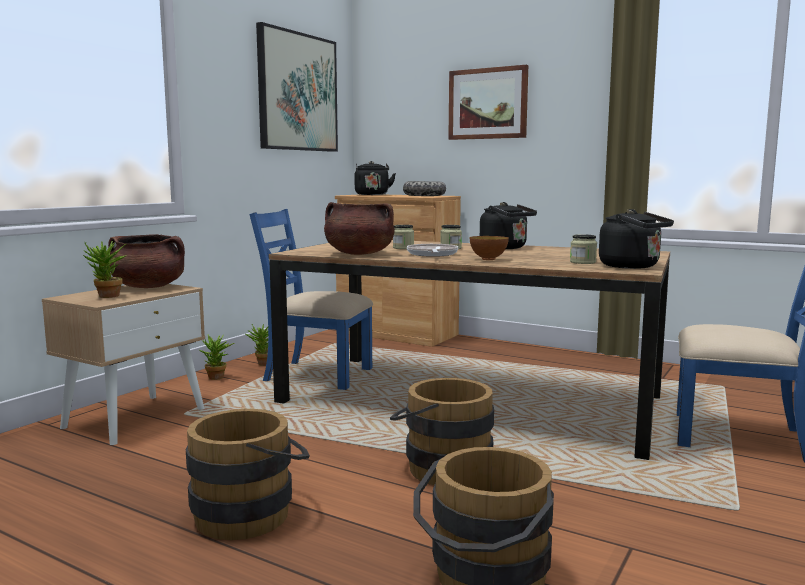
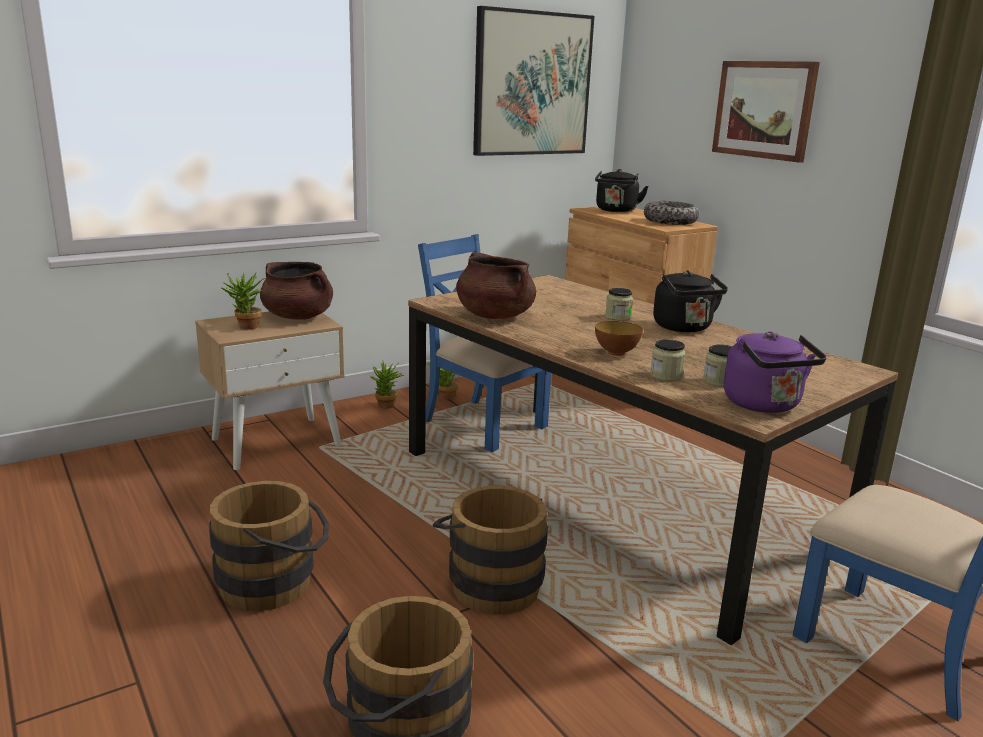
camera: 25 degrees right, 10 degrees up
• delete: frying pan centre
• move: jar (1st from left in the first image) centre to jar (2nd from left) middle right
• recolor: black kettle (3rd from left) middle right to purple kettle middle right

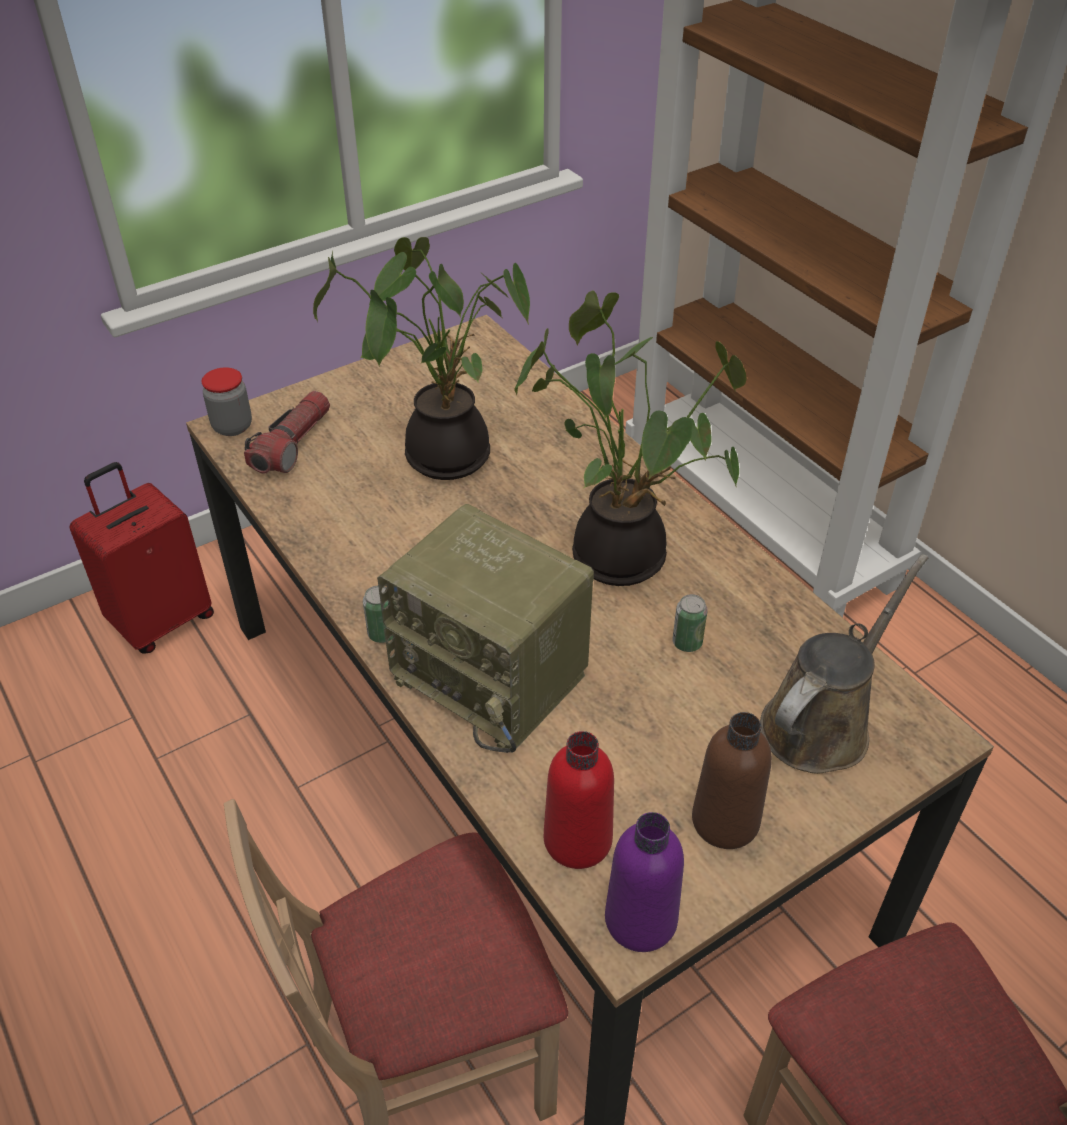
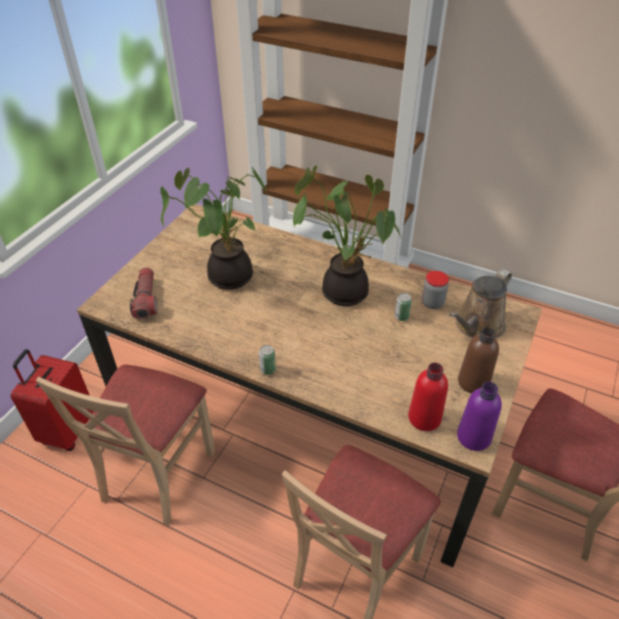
camera: 30 degrees left, 0 degrees up
• delete: radio centre
• insert: beige chair (1st from left) bottom left
• move: jar middle left to middle right
• rotate: brown watering can middle right = middle right 150 degrees counterclockwise

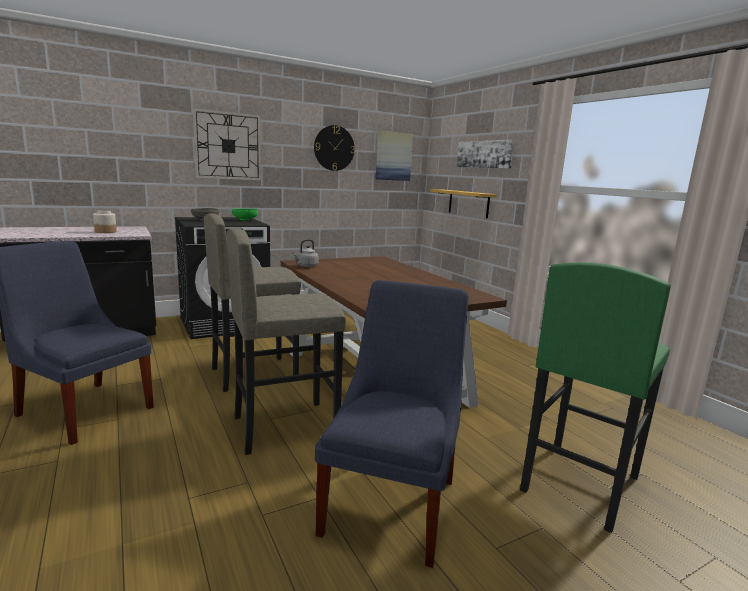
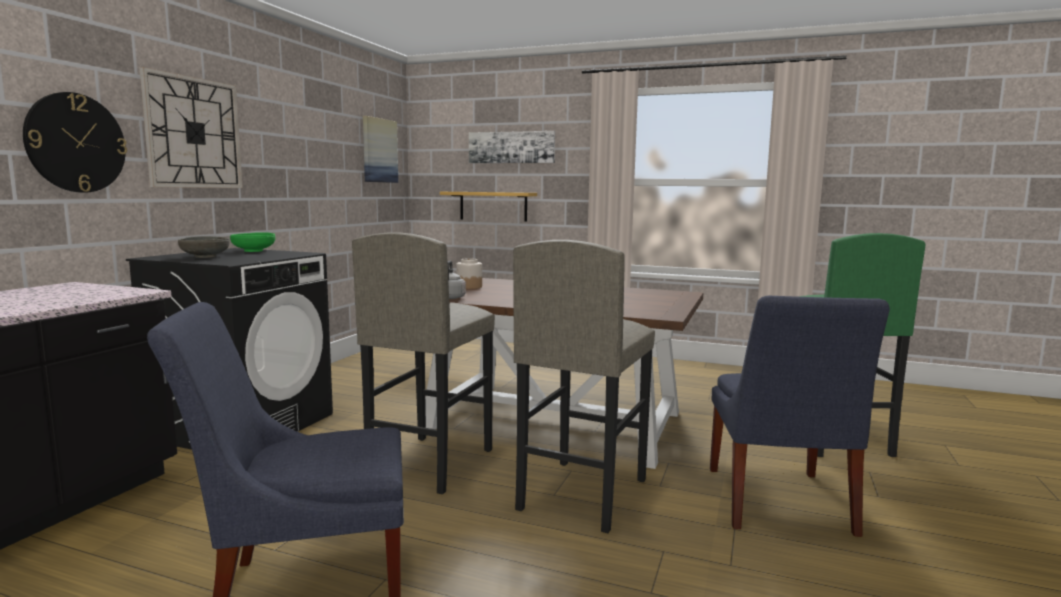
camera: 40 degrees left, 5 degrees down
• move: jar middle left to centre
• move: wall clock (2nd from left in the first image) top centre to wall clock (1st from left) top left
• rotate: blue chair (2nd from left) bottom centre = bottom right 150 degrees counterclockwise

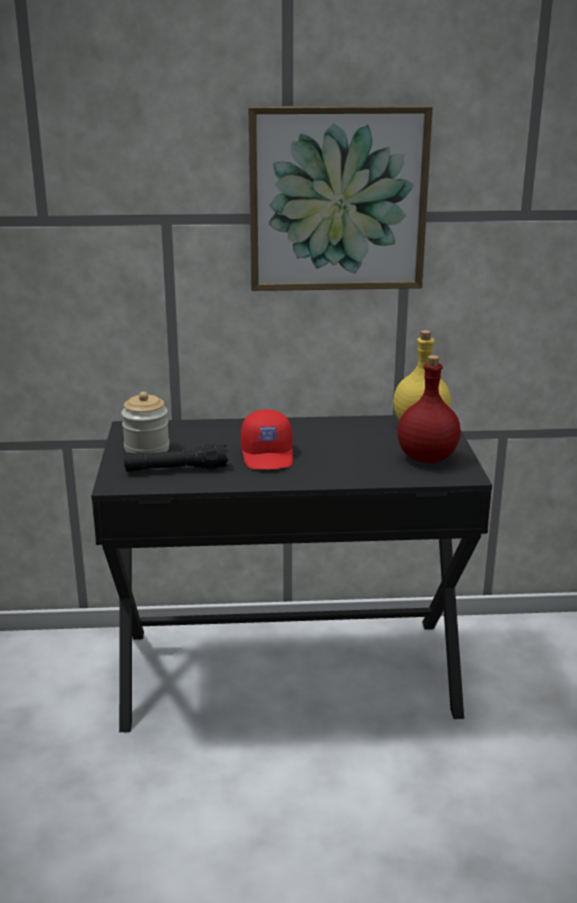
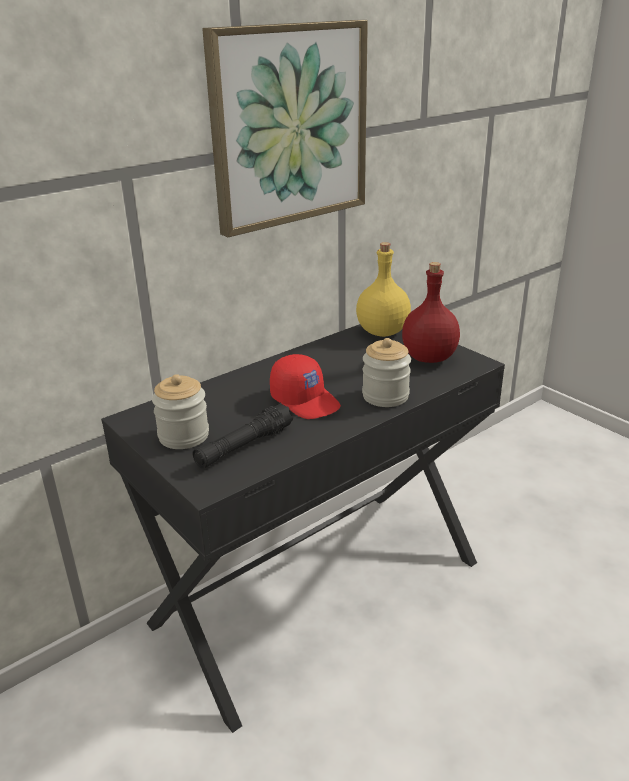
camera: 35 degrees left, 5 degrees up
• insert: jar (2nd from left) centre

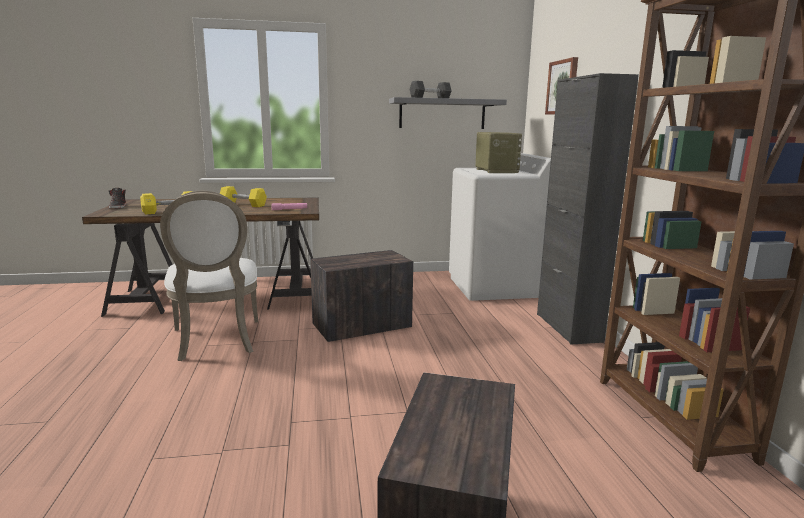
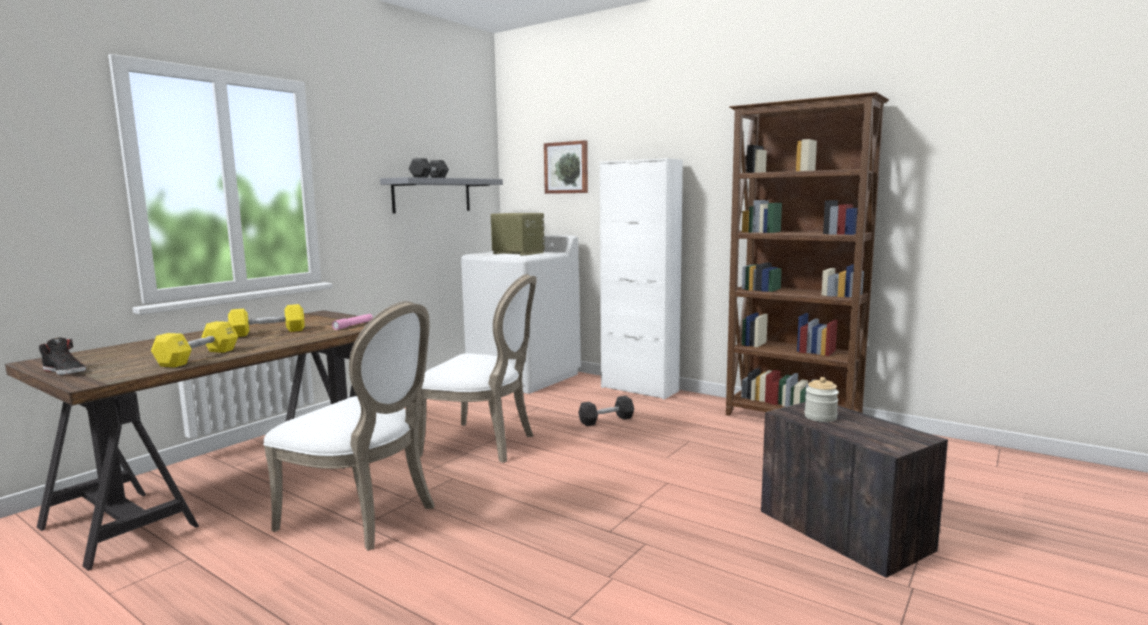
camera: 45 degrees left, 5 degrees down
• insert: black dumbbell (2nd from left) centre
• insert: jar middle right
• replace: crate (1st from left) centre to white chair (2nd from left) centre
• recolor: black cabinet middle right to white cabinet centre

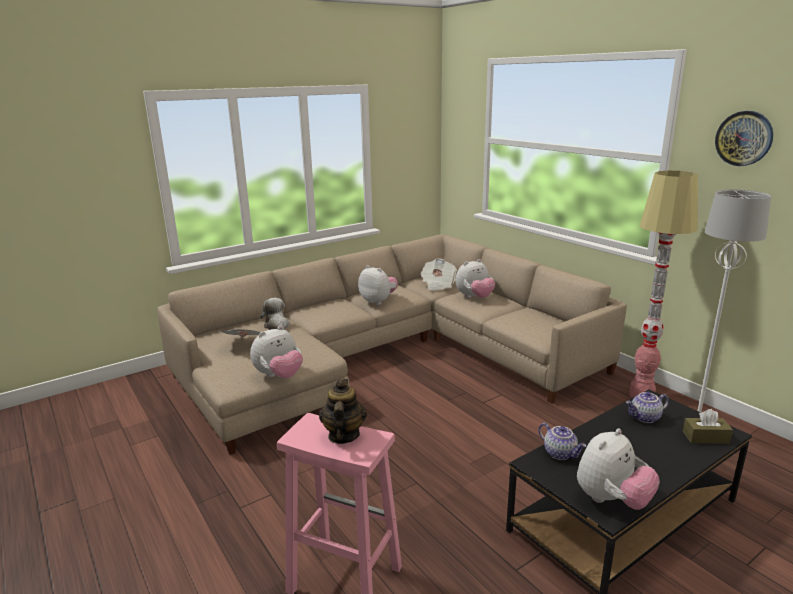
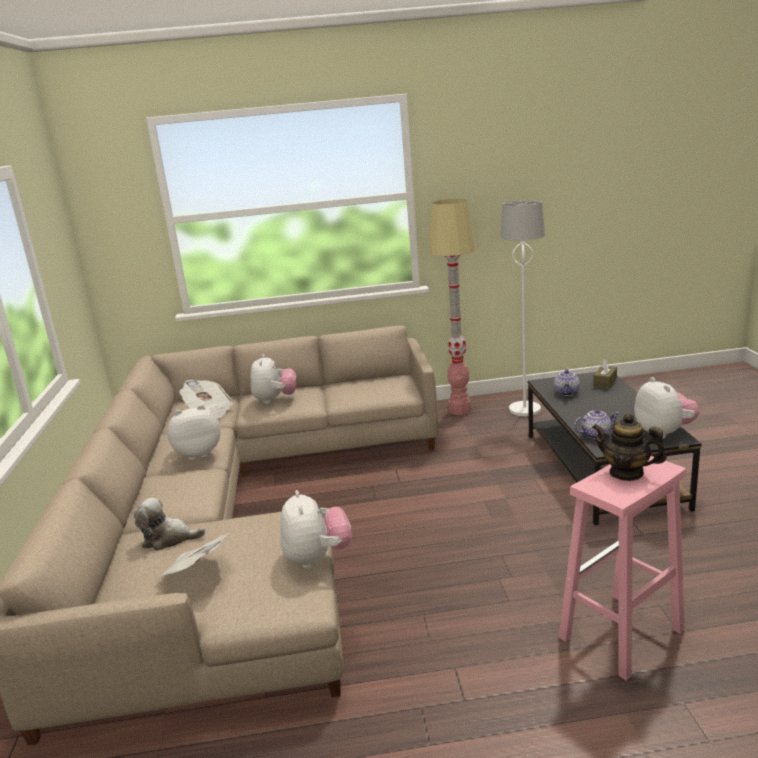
camera: 60 degrees left, 0 degrees up
• delete: wall clock top right

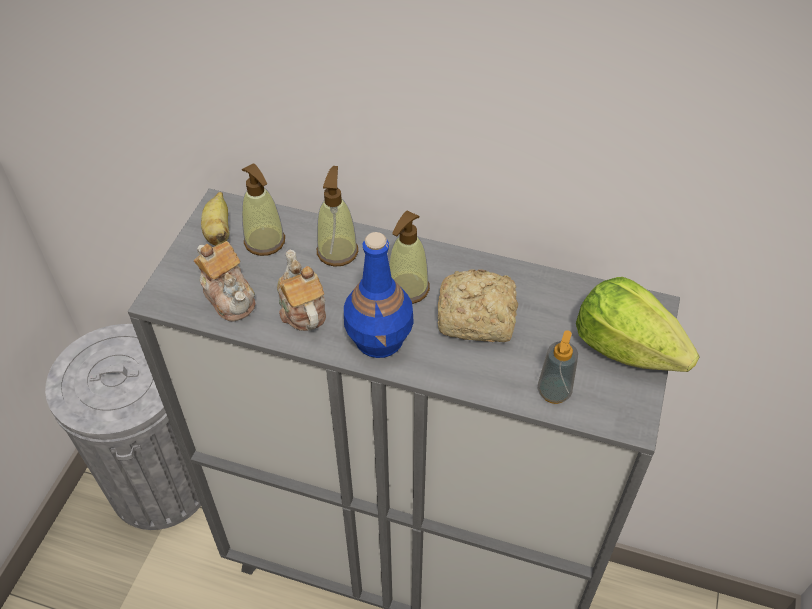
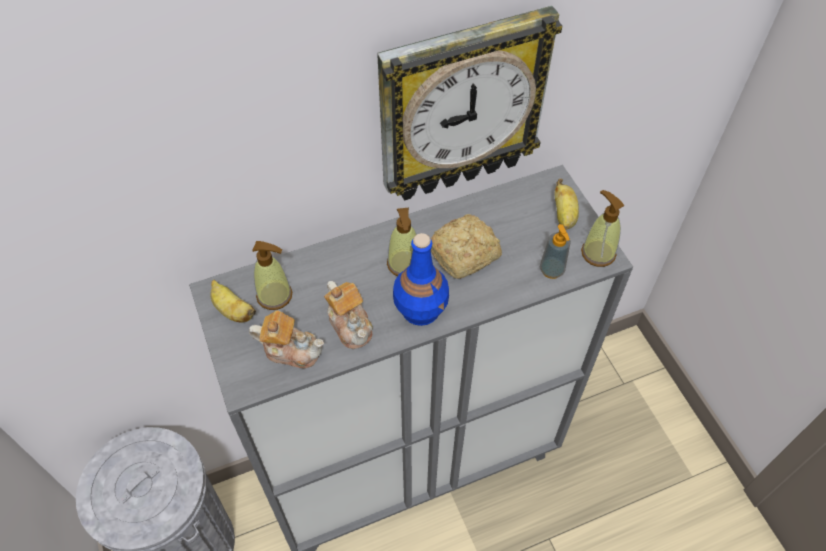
camera: 40 degrees left, 5 degrees up
• insert: wall clock top centre
• move: soap dispenser (2nd from left in the first image) centre to soap dispenser (4th from left) middle right
• replace: lettuce middle right to banana (2nd from left) middle right
• rotate: teapot (2nd from left) centre = centre 150 degrees counterclockwise

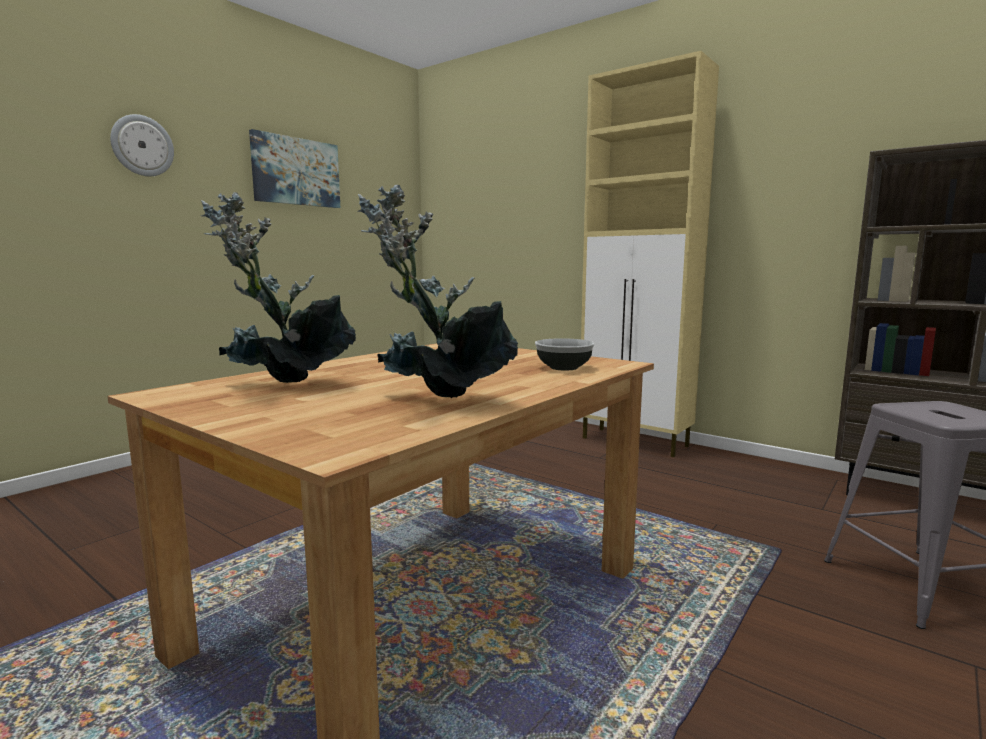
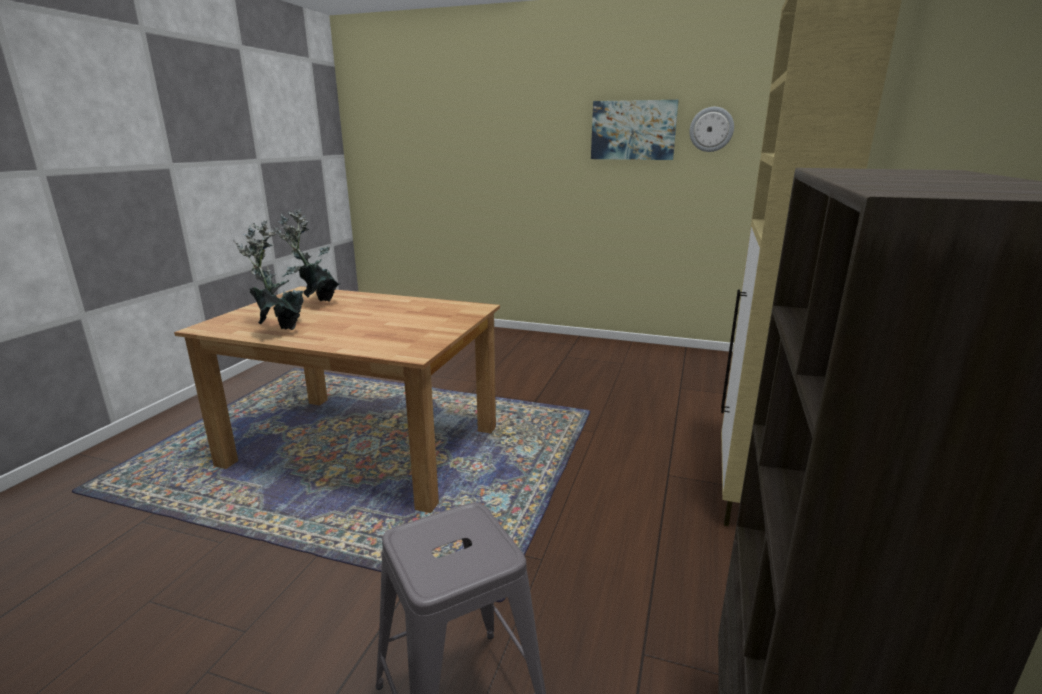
camera: 70 degrees right, 10 degrees up
• delete: bowl centre
• move: wall clock top left to top right

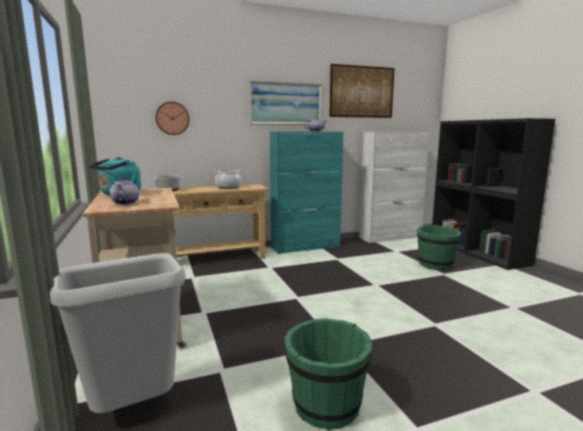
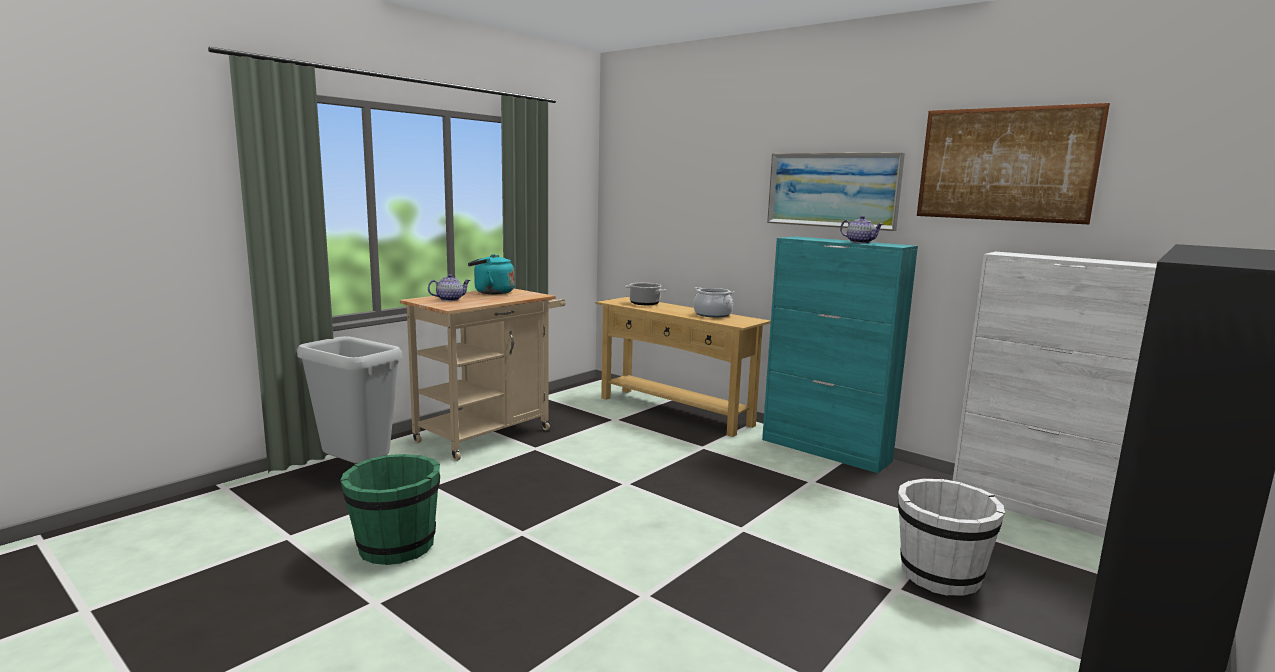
camera: 60 degrees right, 0 degrees up
• delete: wall clock top left
• recolor: green bucket (2nd from left) middle right to white bucket bottom right

